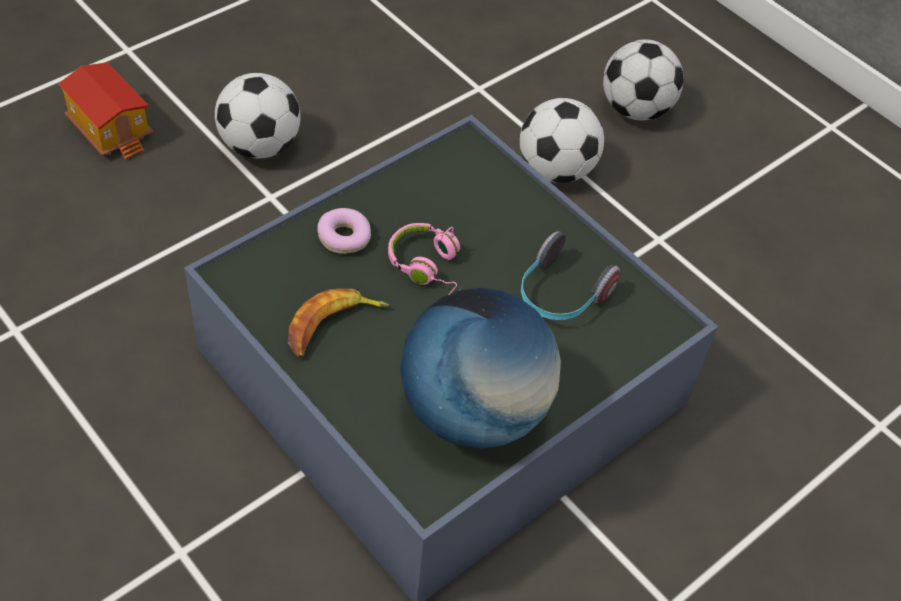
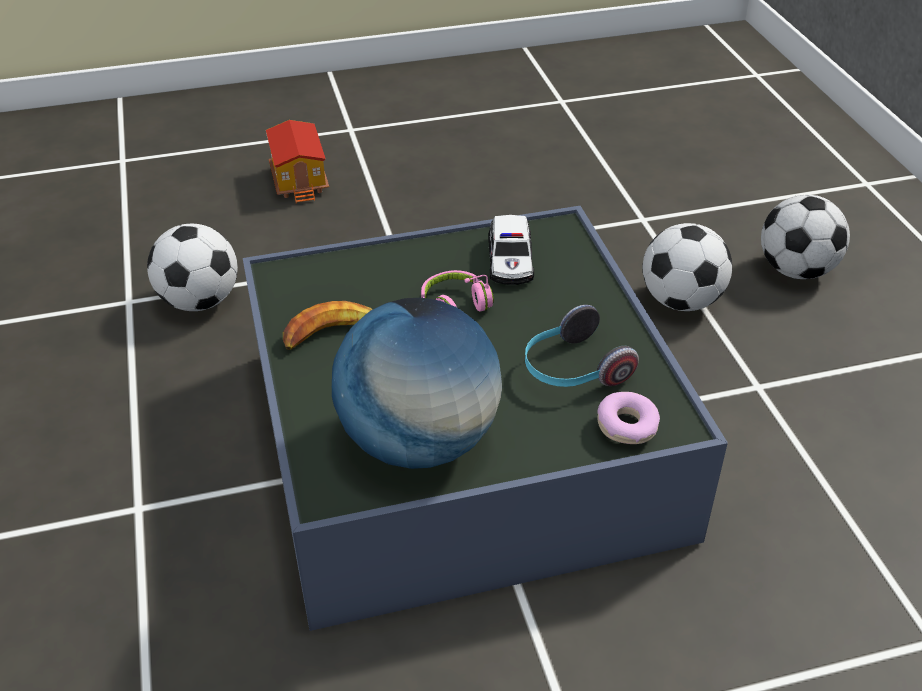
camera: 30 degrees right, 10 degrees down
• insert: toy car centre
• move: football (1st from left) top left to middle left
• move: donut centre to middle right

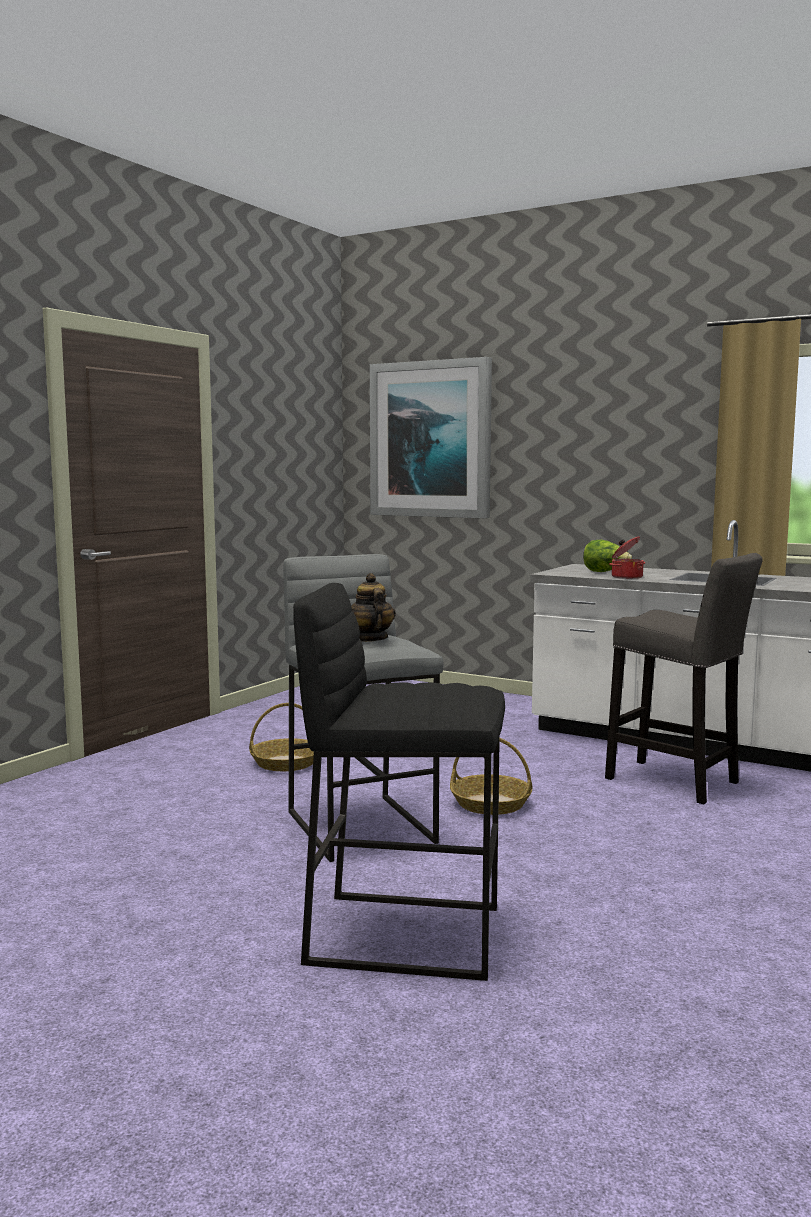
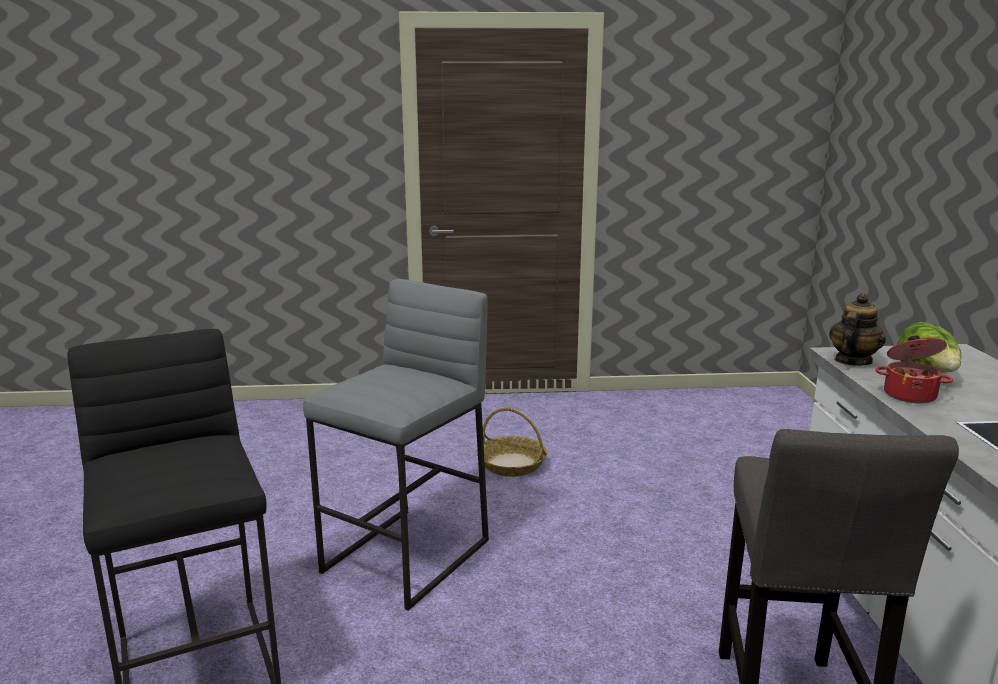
camera: 55 degrees right, 10 degrees up
• delete: picture centre
• delete: basket (2nd from left) centre
• move: teapot centre to middle right

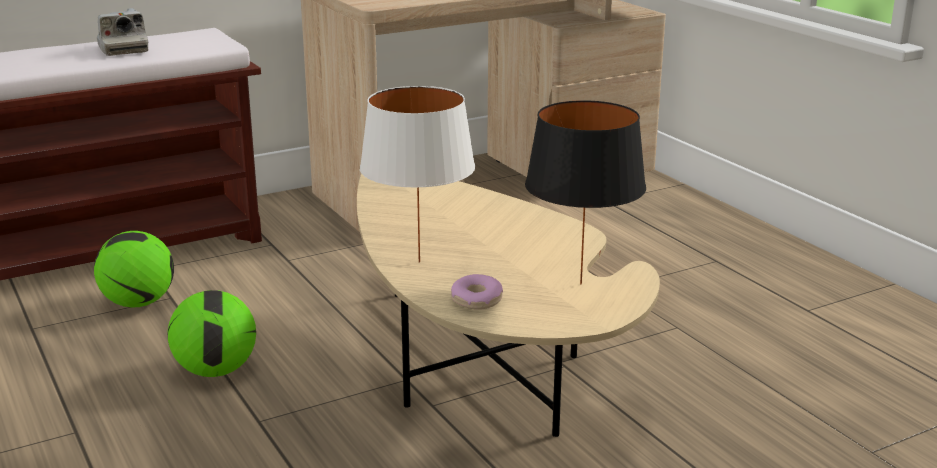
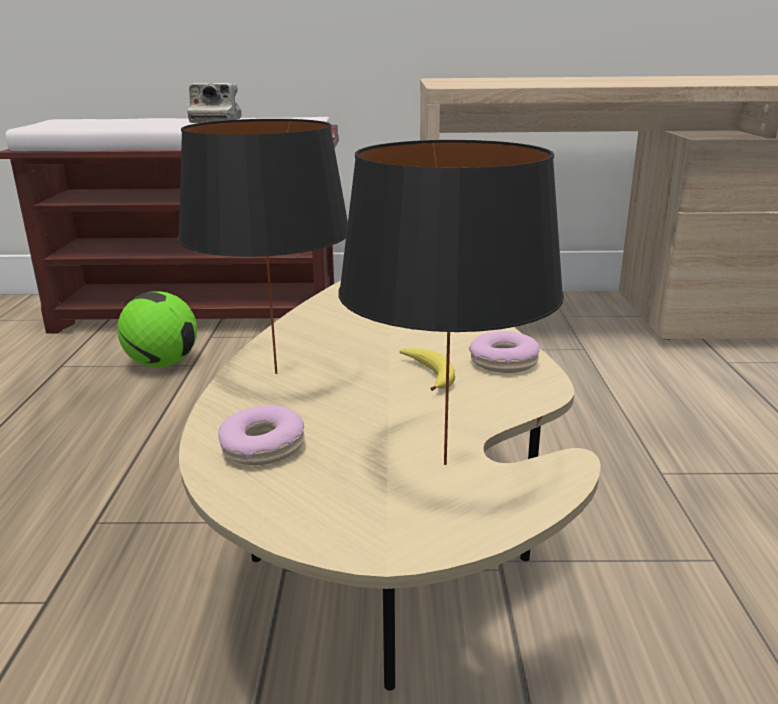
camera: 30 degrees right, 0 degrees up
• delete: football (2nd from left) bottom left
• insert: banana centre
• insert: donut (2nd from left) centre
• recolor: white table lamp centre to black table lamp (1st from left) centre

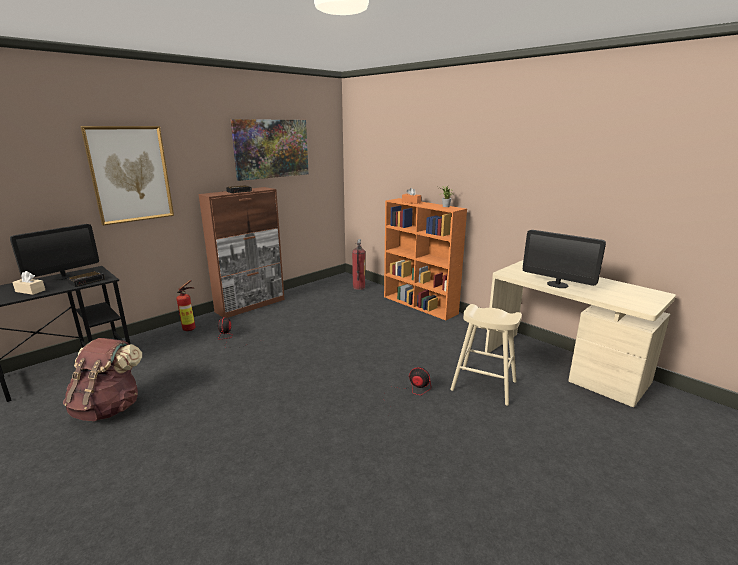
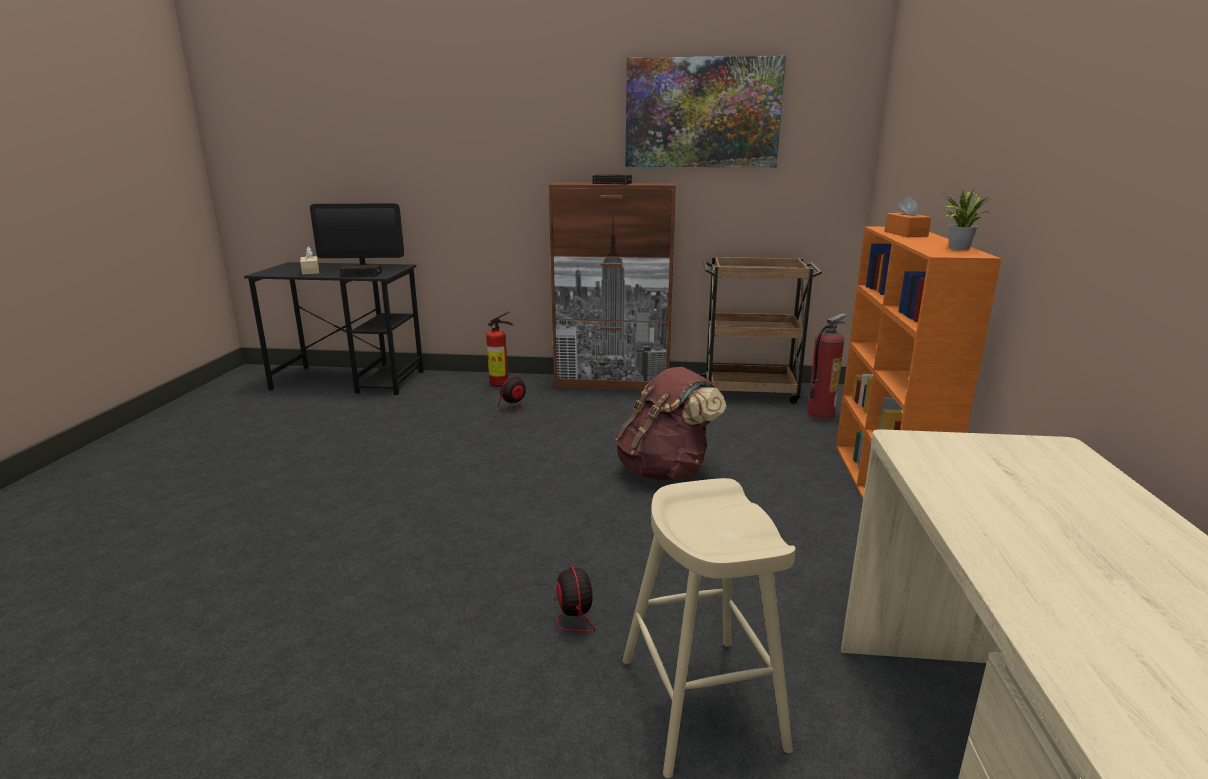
camera: 50 degrees right, 0 degrees up
• delete: picture (1st from left) top left
• delete: monitor (2nd from left) middle right
• insert: brown cart centre
• move: brown backpack bottom left to centre

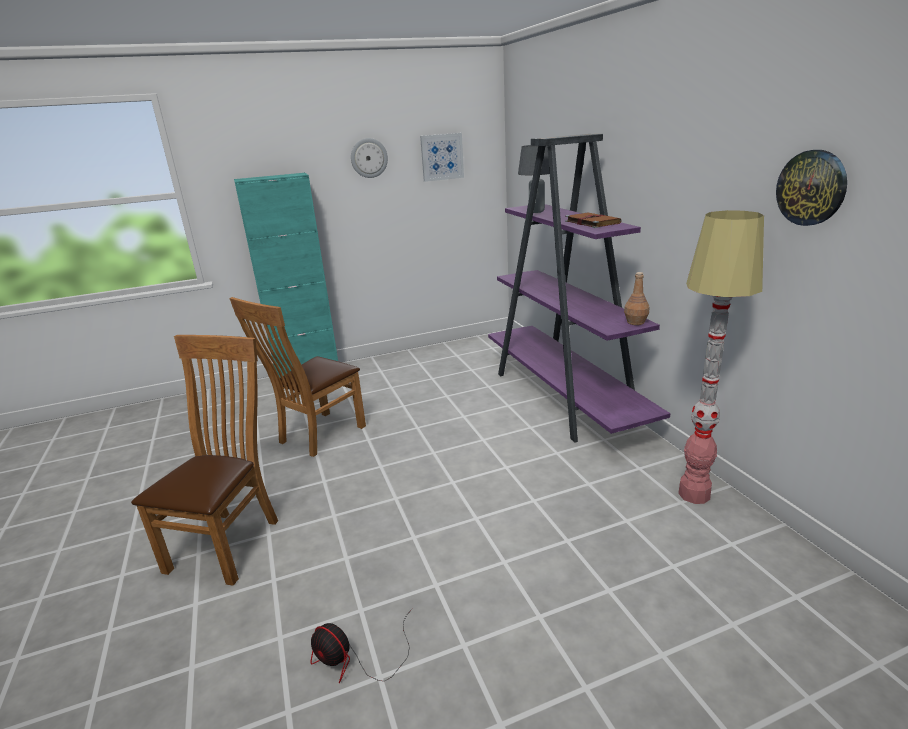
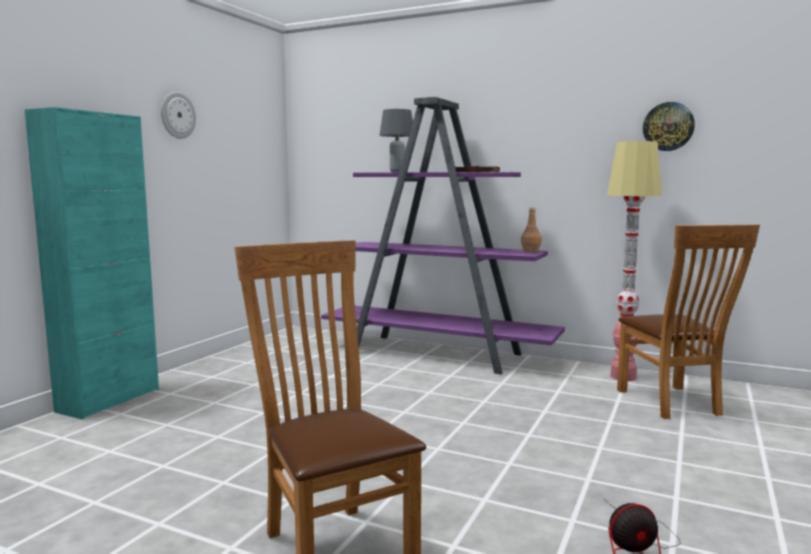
camera: 45 degrees left, 15 degrees down
• delete: picture top centre
• move: brown chair (2nd from left) middle left to middle right

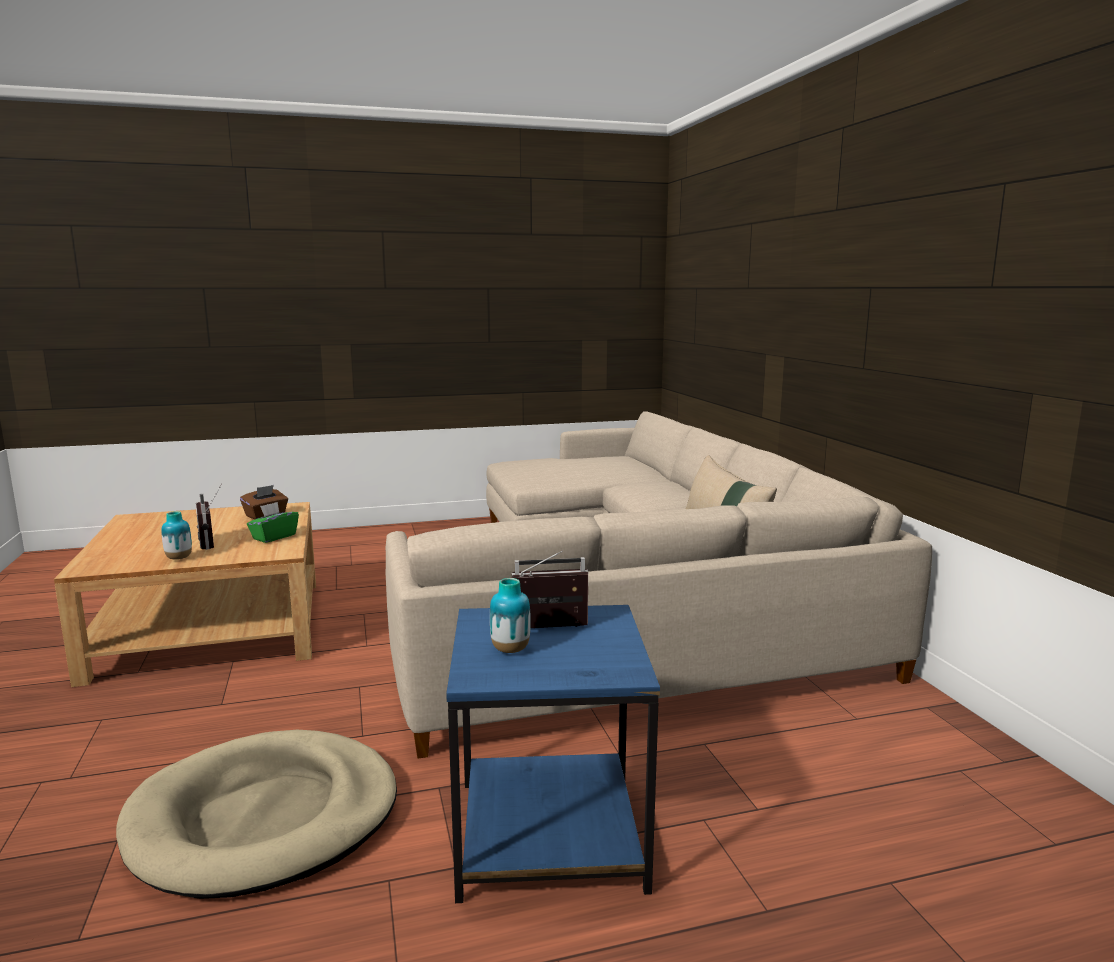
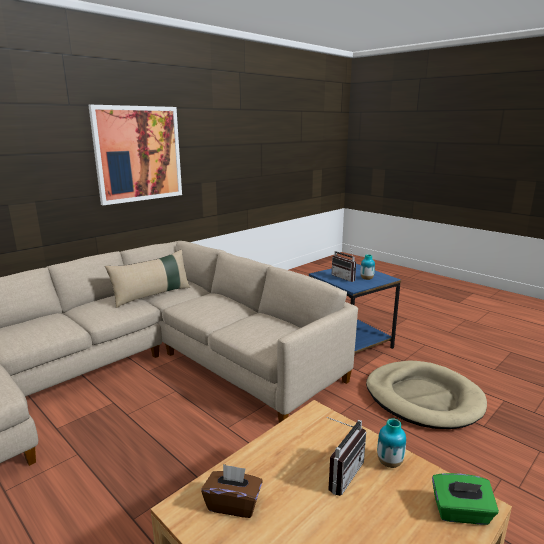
camera: 120 degrees left, 5 degrees up
• insert: picture top left
• move: green tissue box middle left to bottom right

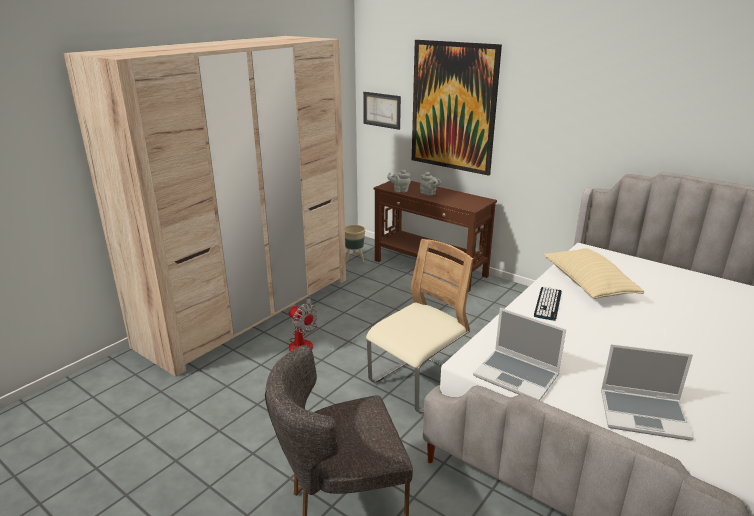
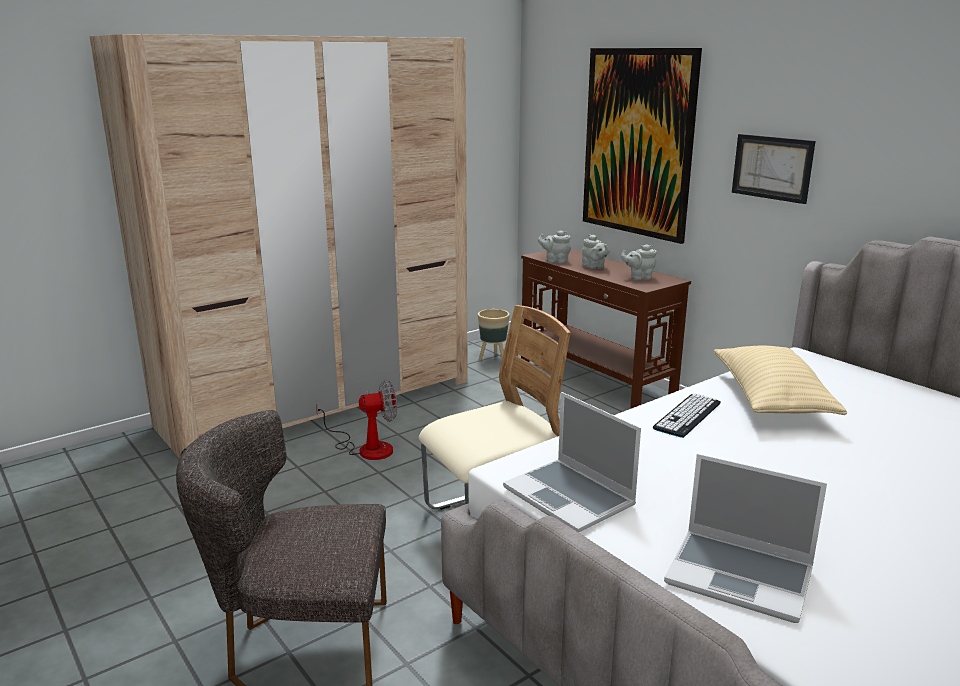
camera: 15 degrees right, 5 degrees down
• insert: grey teapot (3rd from left) centre
• move: picture (1st from left in the first image) top centre to picture (2nd from left) top right
• rotate: fan centre = centre 75 degrees counterclockwise

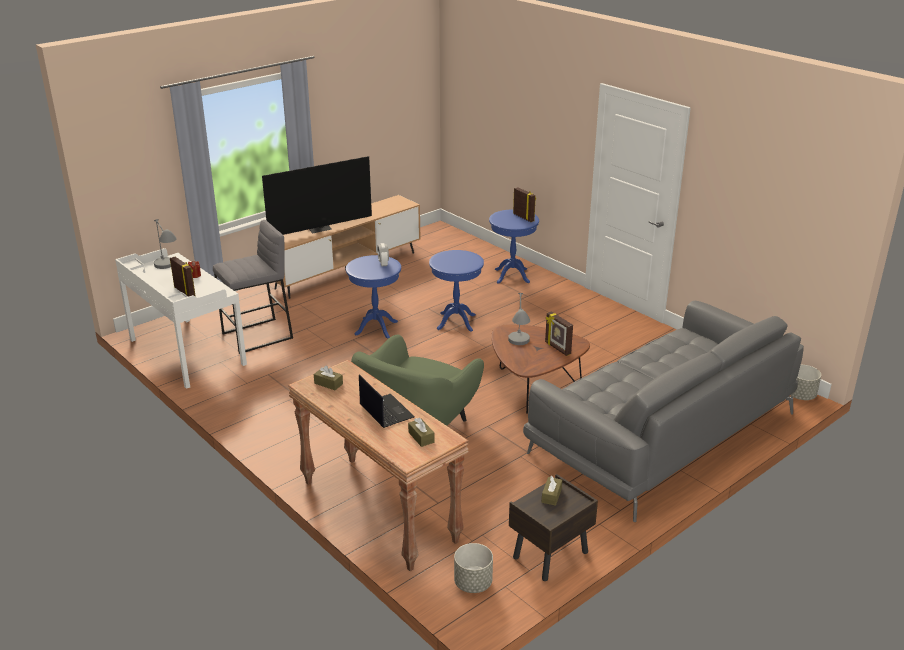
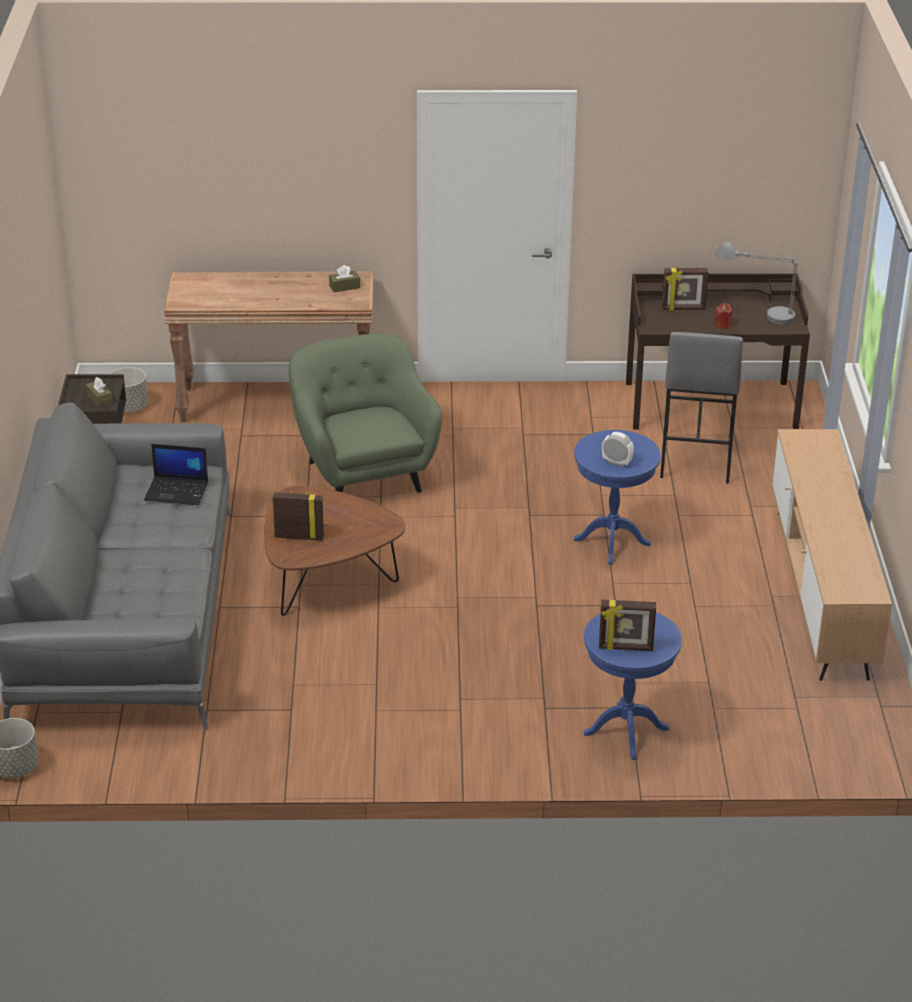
camera: 130 degrees right, 5 degrees up
• delete: television top centre
• delete: brown tissue box (2nd from left) centre
• delete: blue side table (2nd from left) centre
• delete: grey table lamp (2nd from left) centre
• move: laptop centre to middle left
• recolor: white desk middle left to brown desk middle right

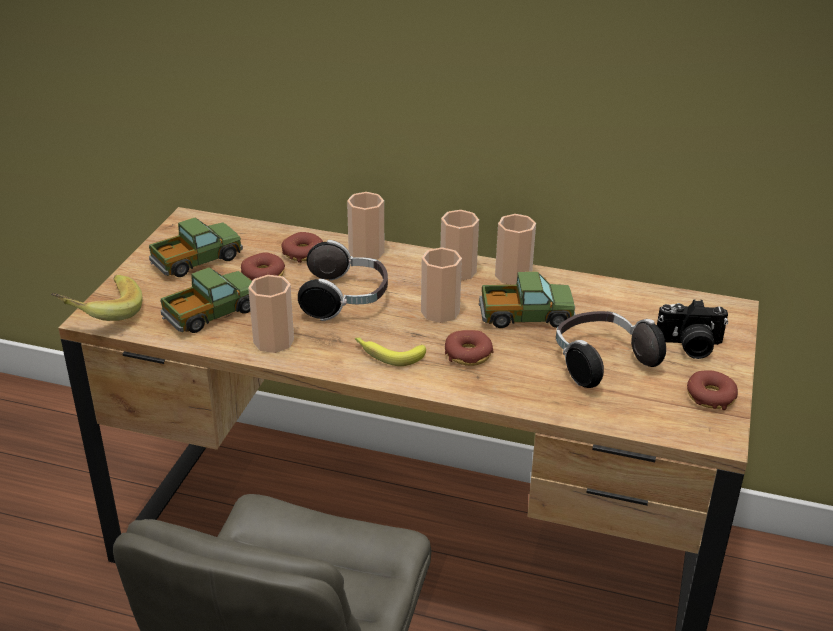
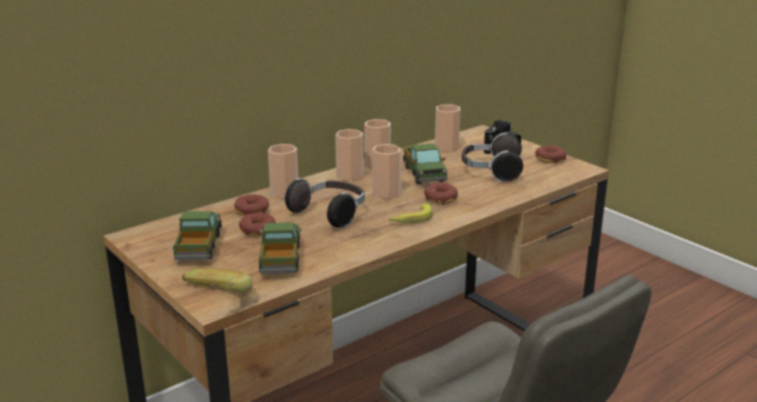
camera: 55 degrees left, 10 degrees down
• move: cup (1st from left in the first image) middle left to cup (5th from left) top centre
• rotate: toy truck (3rd from left) centre = centre 135 degrees clockwise

